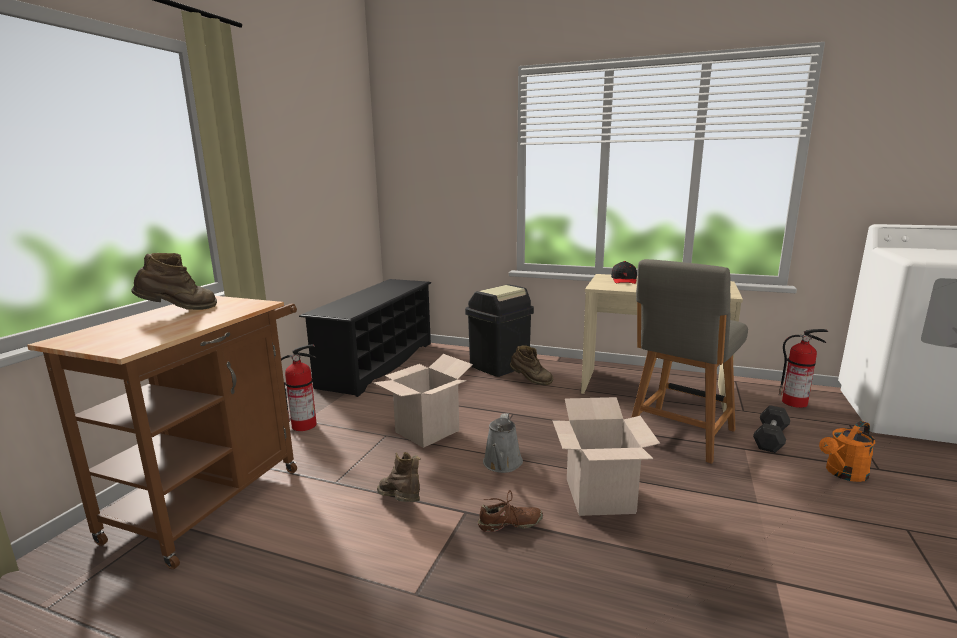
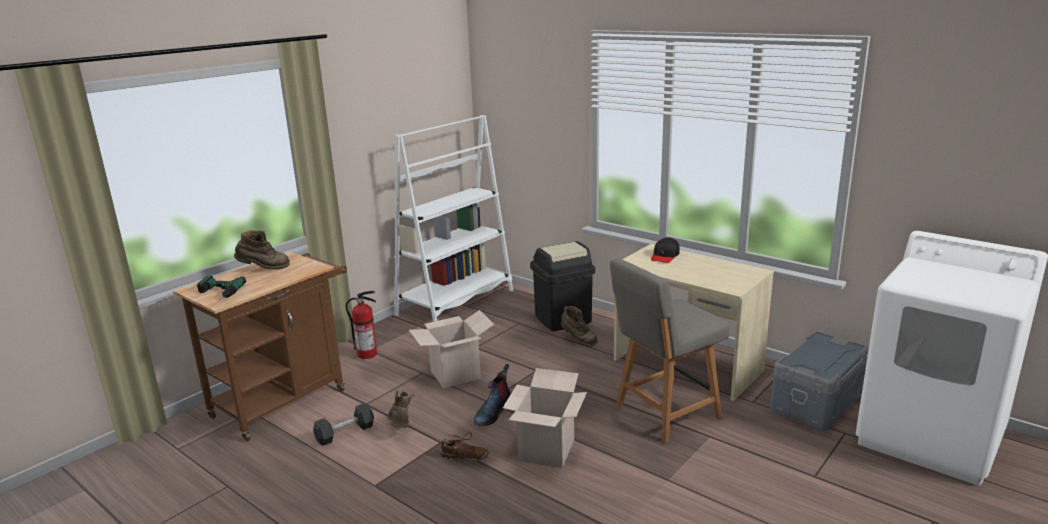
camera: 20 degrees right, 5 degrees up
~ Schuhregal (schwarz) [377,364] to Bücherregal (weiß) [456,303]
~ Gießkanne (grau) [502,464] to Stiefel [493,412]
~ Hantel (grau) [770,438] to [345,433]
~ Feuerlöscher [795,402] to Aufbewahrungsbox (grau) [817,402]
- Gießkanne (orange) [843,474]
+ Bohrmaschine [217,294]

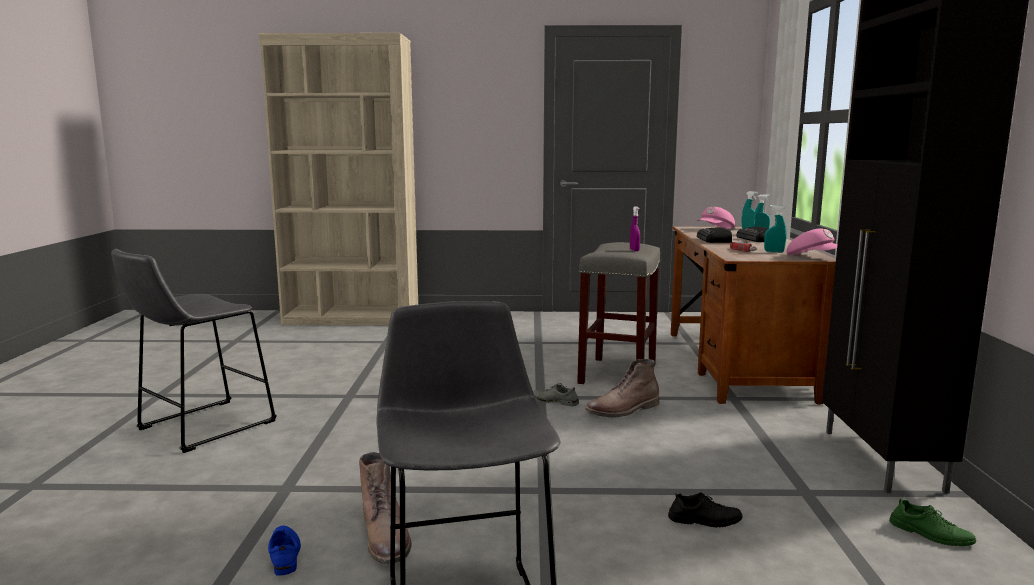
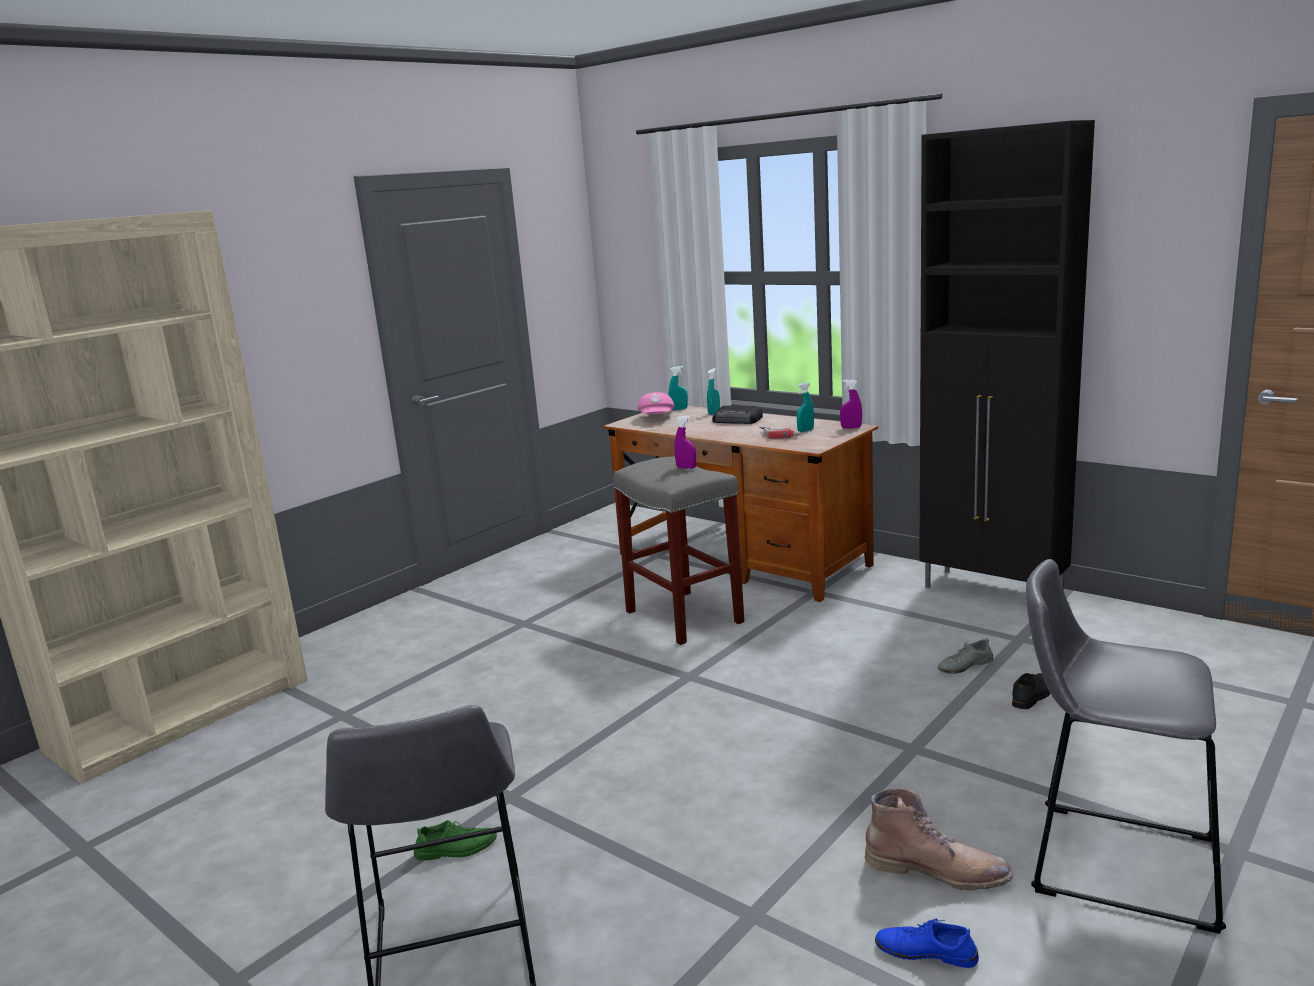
camera: 50 degrees left, 5 degrees up
~ Schuh (grau) [555,401] to [964,665]
- Stiefel (braun) [623,410]
- Radio [714,240]
~ Kappe (rosa) [813,257] to Sprühflasche (lila) [851,428]
~ Schuh (grün) [930,534] to [456,849]

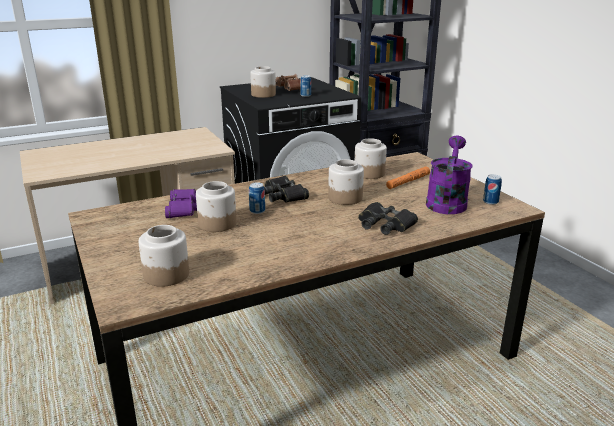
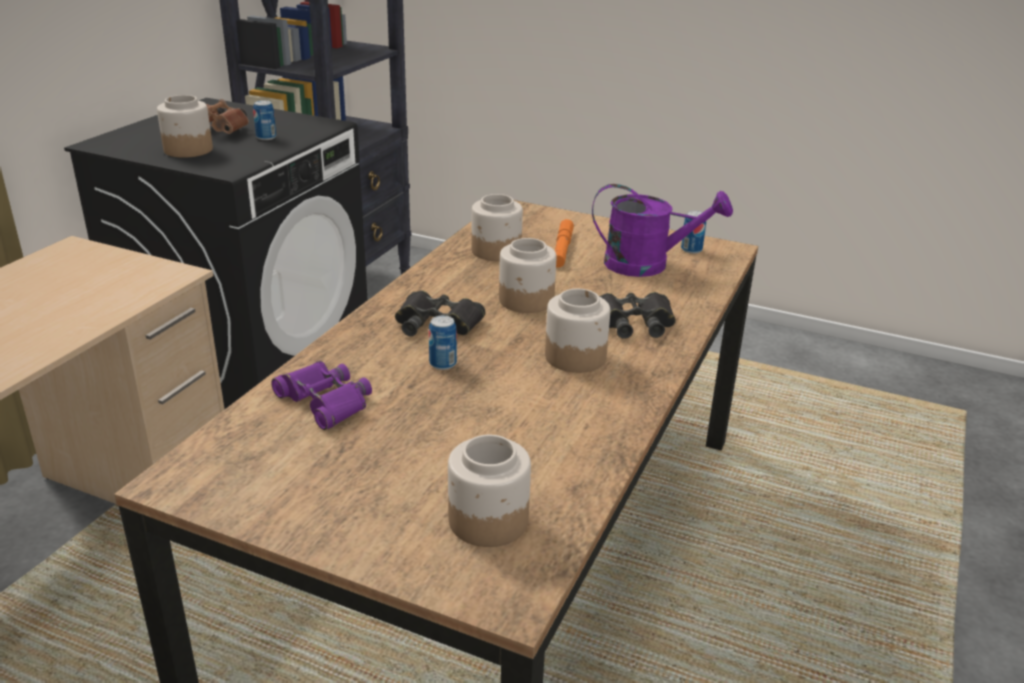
camera: 40 degrees left, 5 degrees up
~ Vorratsglas [218,223] to [575,356]
~ Gießkanne (lila) [446,201] = [648,265] 120 degrees clockwise

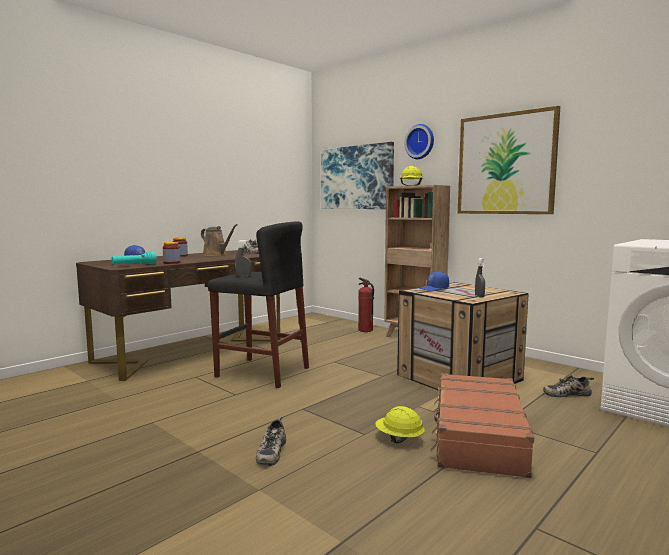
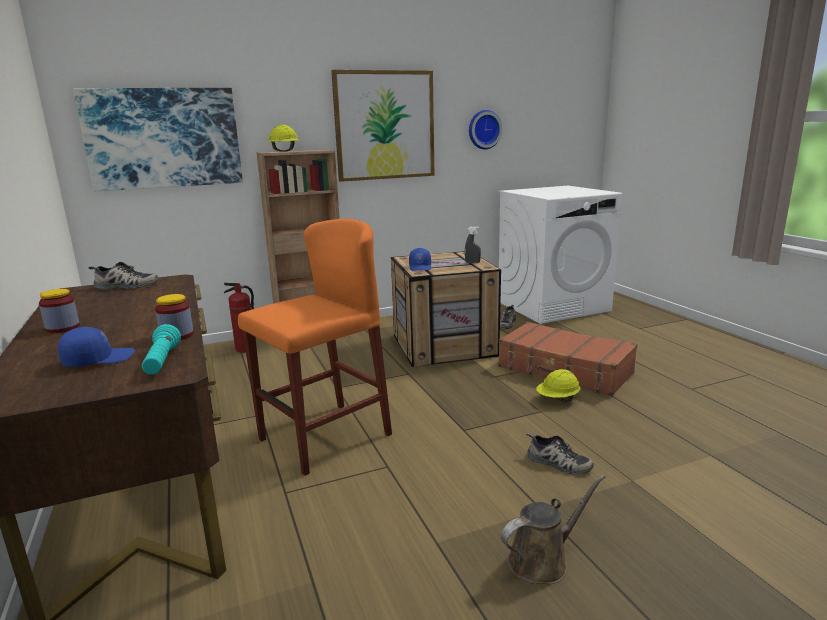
camera: 65 degrees left, 10 degrees up
~ Gießkanne (braun) [216,254] to [542,560]
~ Hocker (schwarz) [262,372] to Hocker (orange) [325,437]
- Sprühflasche (grau) [243,276]
~ Wanduhr [420,142] to [483,129]

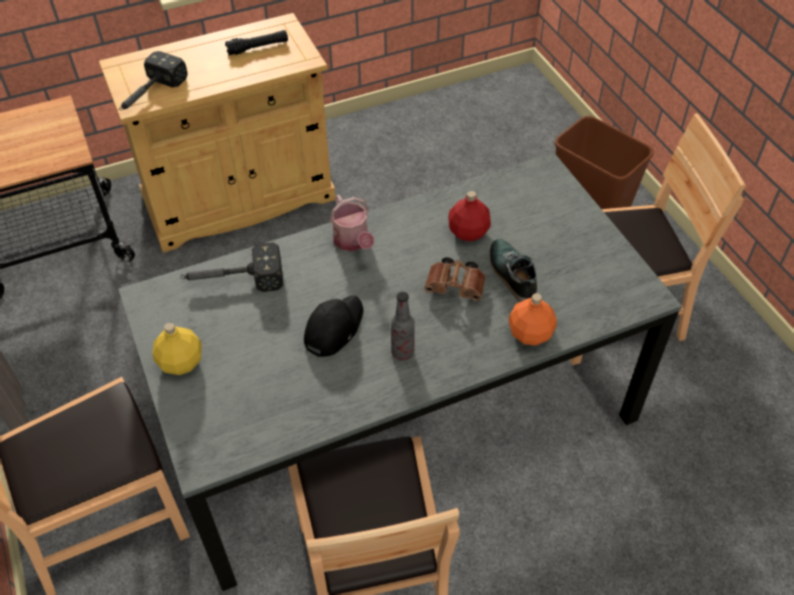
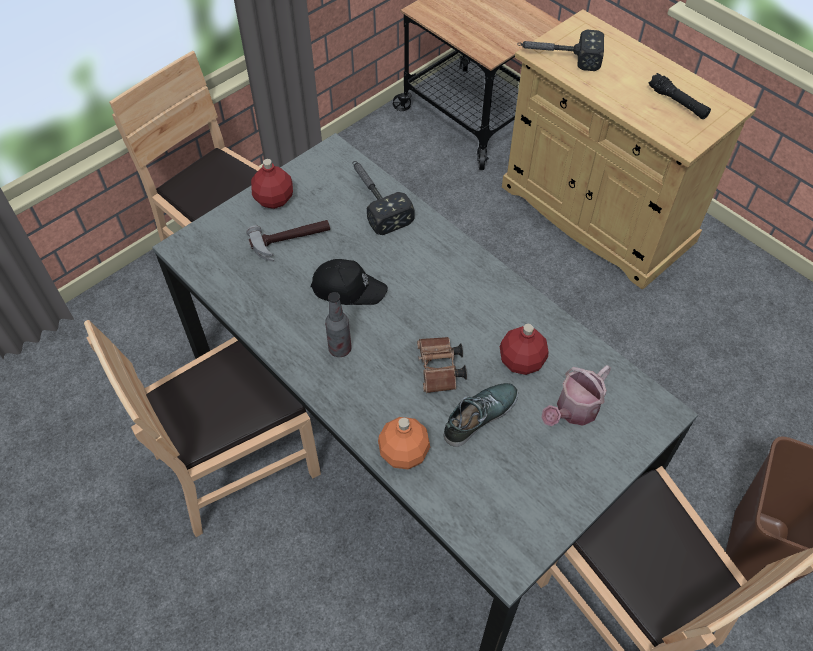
camera: 70 degrees right, 5 degrees up
~ Flasche (gelb) [180,363] to Flasche (rot) [273,199]
~ Gießkanne [353,242] to [573,411]
+ Hammer [291,242]

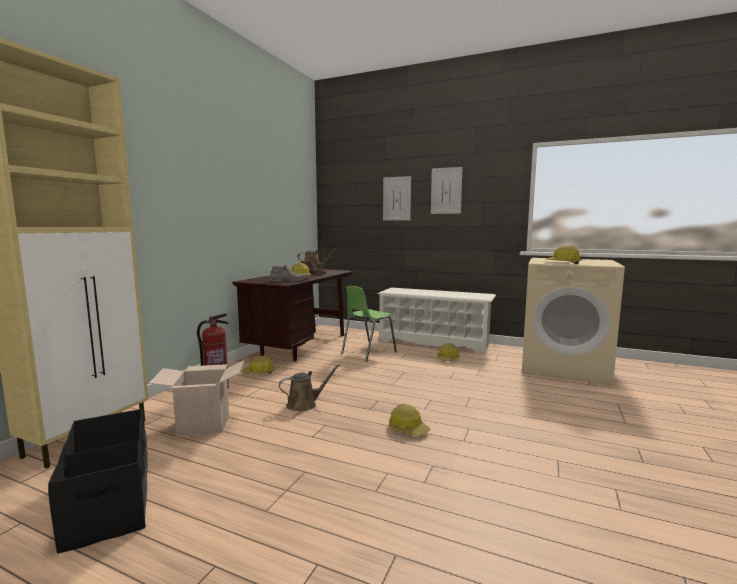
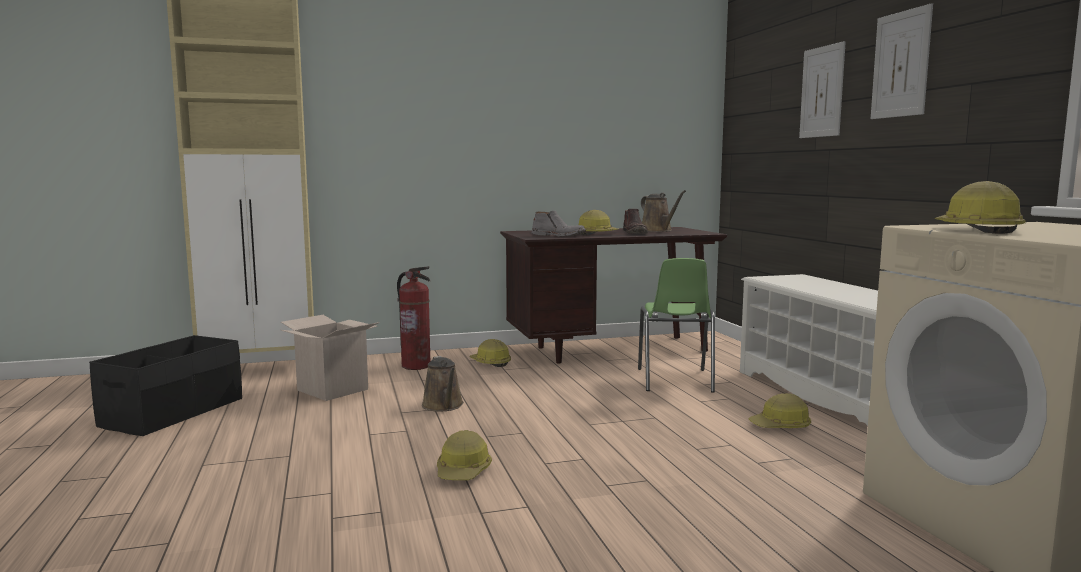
camera: 50 degrees right, 0 degrees up
~ Gießkanne (braun) [304,404] = [443,406] 45 degrees clockwise
~ Stuhl (grün) [368,353] = [674,380] 90 degrees counterclockwise

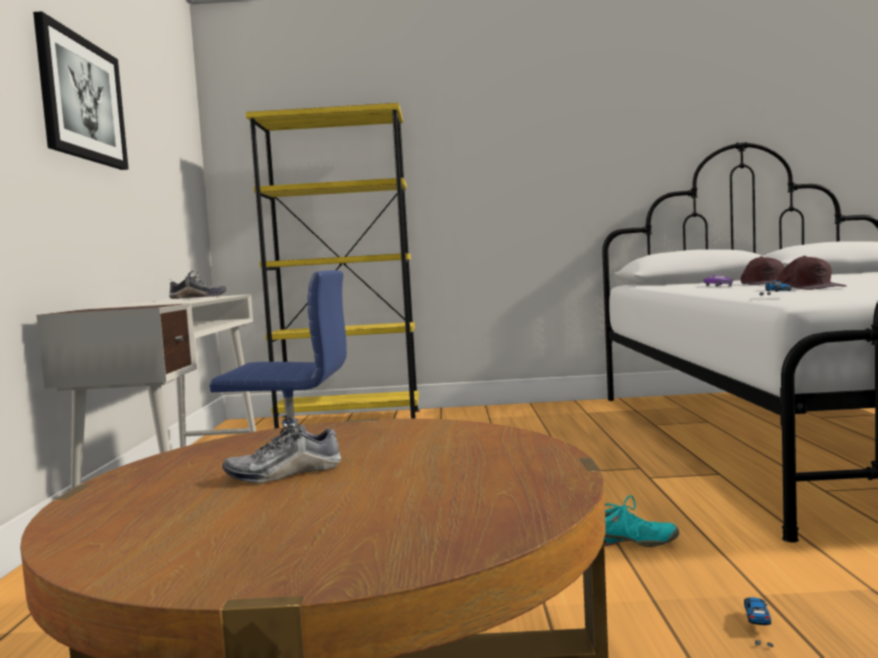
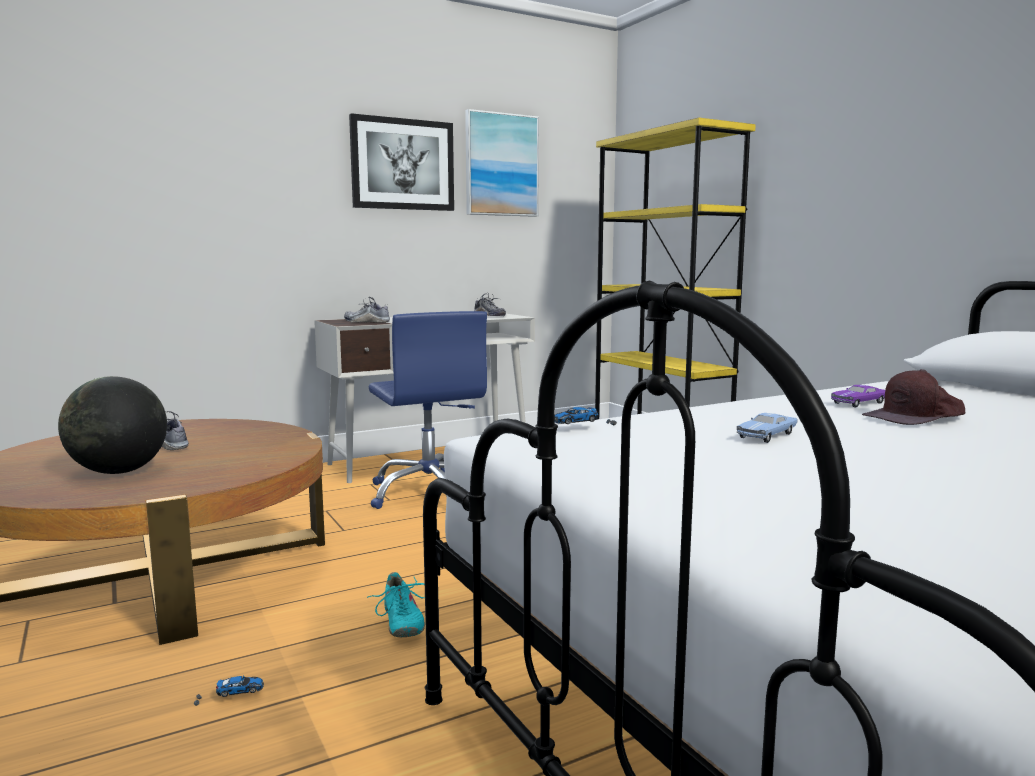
camera: 60 degrees right, 5 degrees up
~ Kappe (braun) [808,288] to Spielzeugauto (blau) [766,436]
+ Globus [119,472]
+ Schuh [366,322]
+ Bild [501,165]

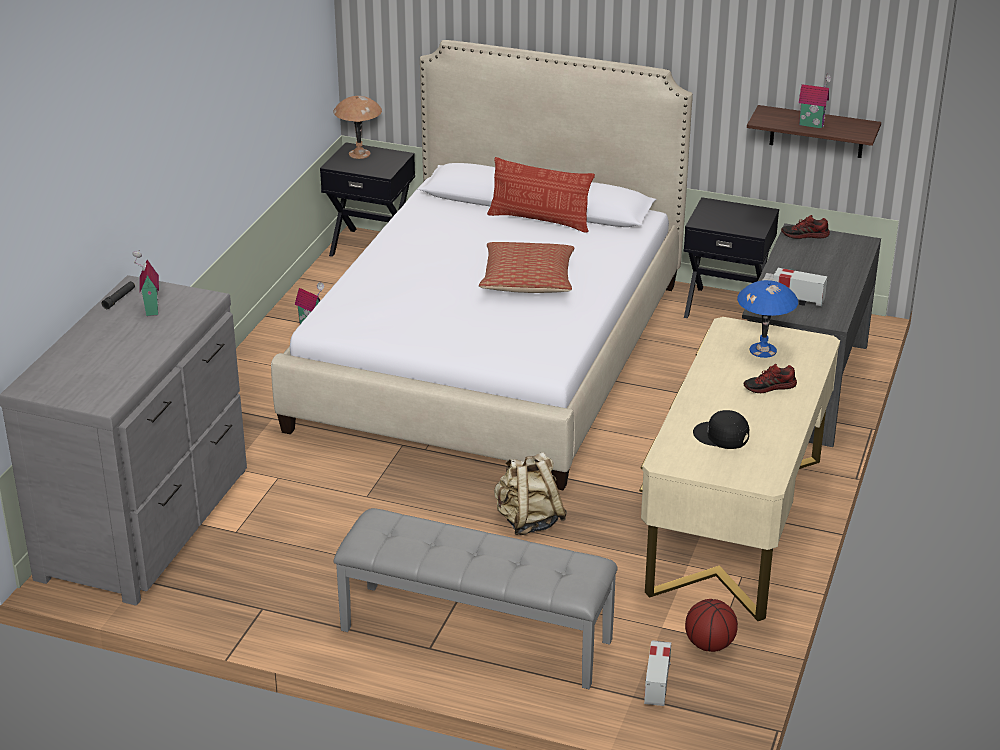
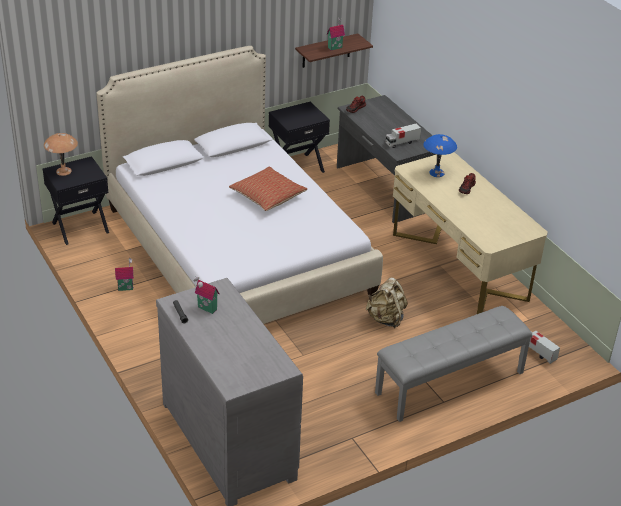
camera: 50 degrees left, 5 degrees up
- Kissen [540,220]
- Basketball [709,645]
- Kappe (schwarz) [721,436]

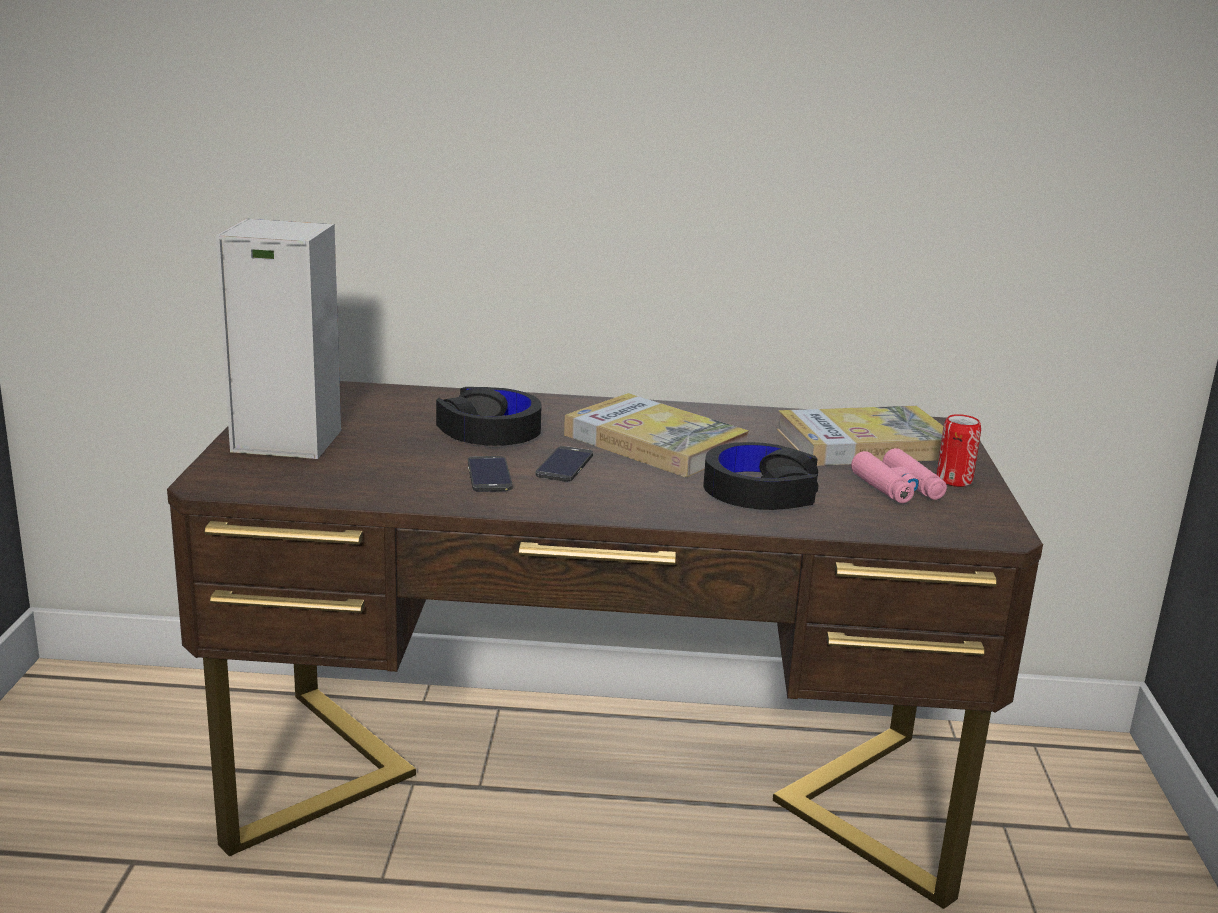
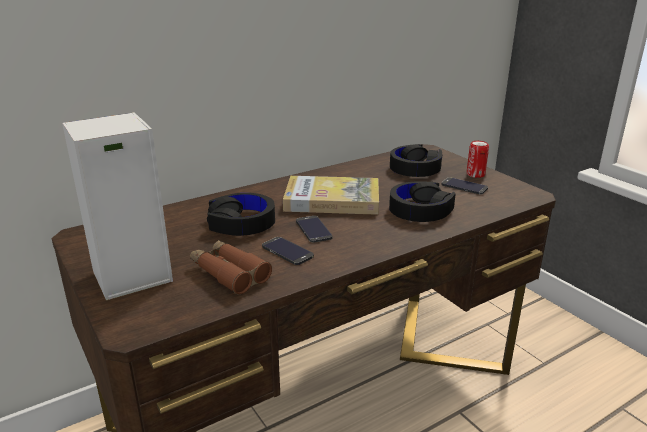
camera: 35 degrees left, 5 degrees up
~ Buch [865,444] to Kopfhörer (schwarz) [415,168]
~ Fernglas (rosa) [897,488] to Handy [464,186]
+ Fernglas (braun) [229,273]

